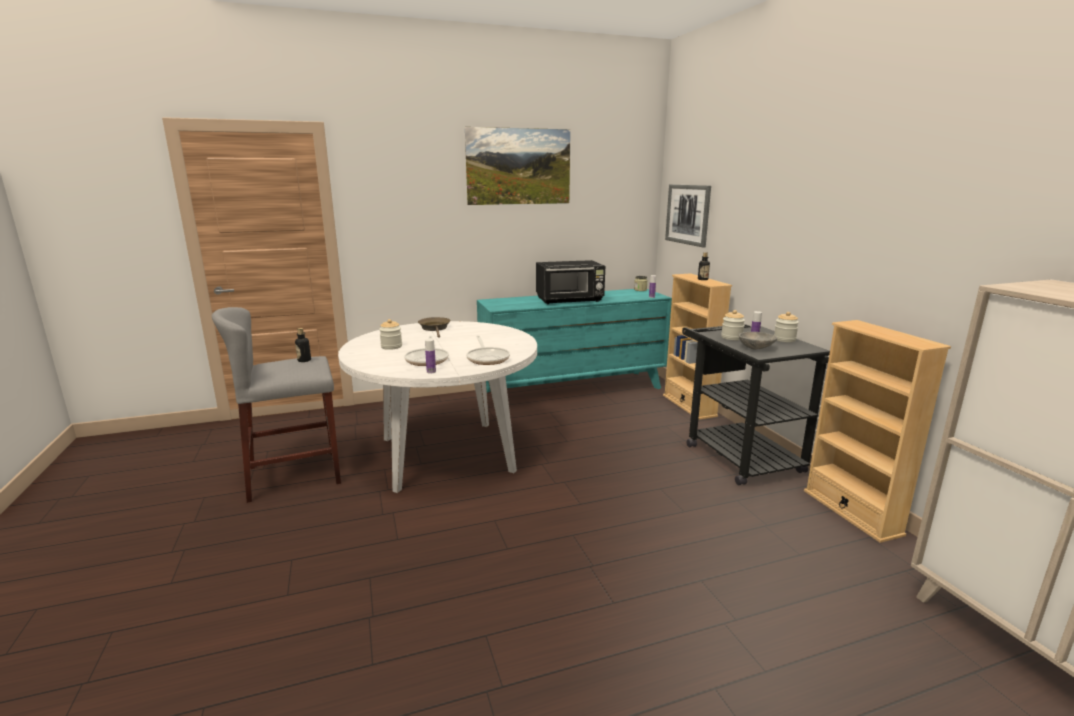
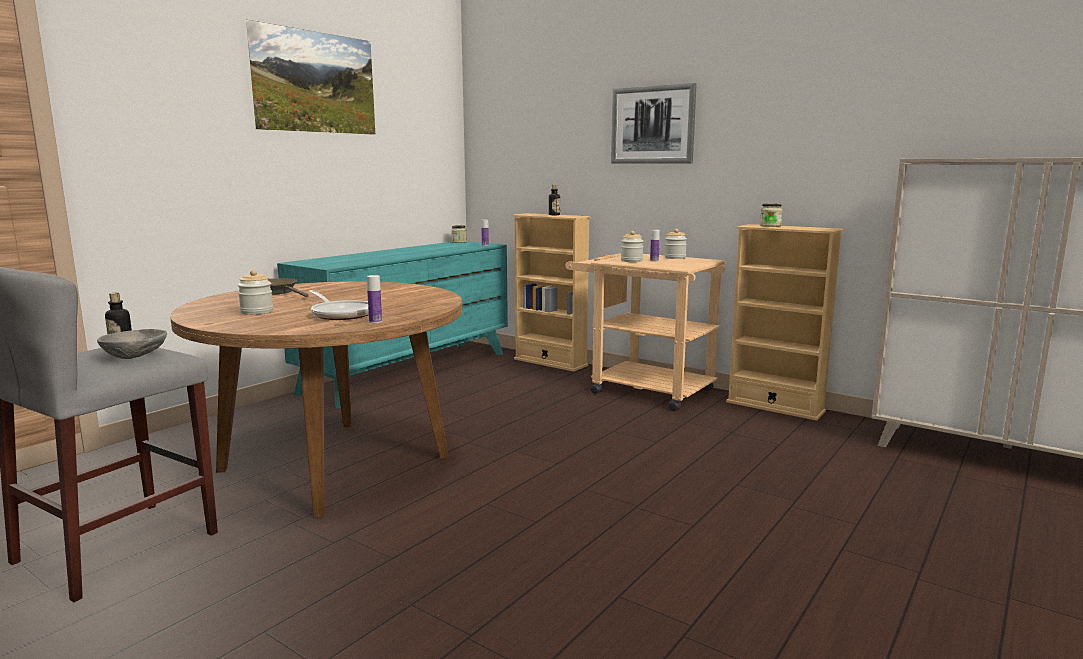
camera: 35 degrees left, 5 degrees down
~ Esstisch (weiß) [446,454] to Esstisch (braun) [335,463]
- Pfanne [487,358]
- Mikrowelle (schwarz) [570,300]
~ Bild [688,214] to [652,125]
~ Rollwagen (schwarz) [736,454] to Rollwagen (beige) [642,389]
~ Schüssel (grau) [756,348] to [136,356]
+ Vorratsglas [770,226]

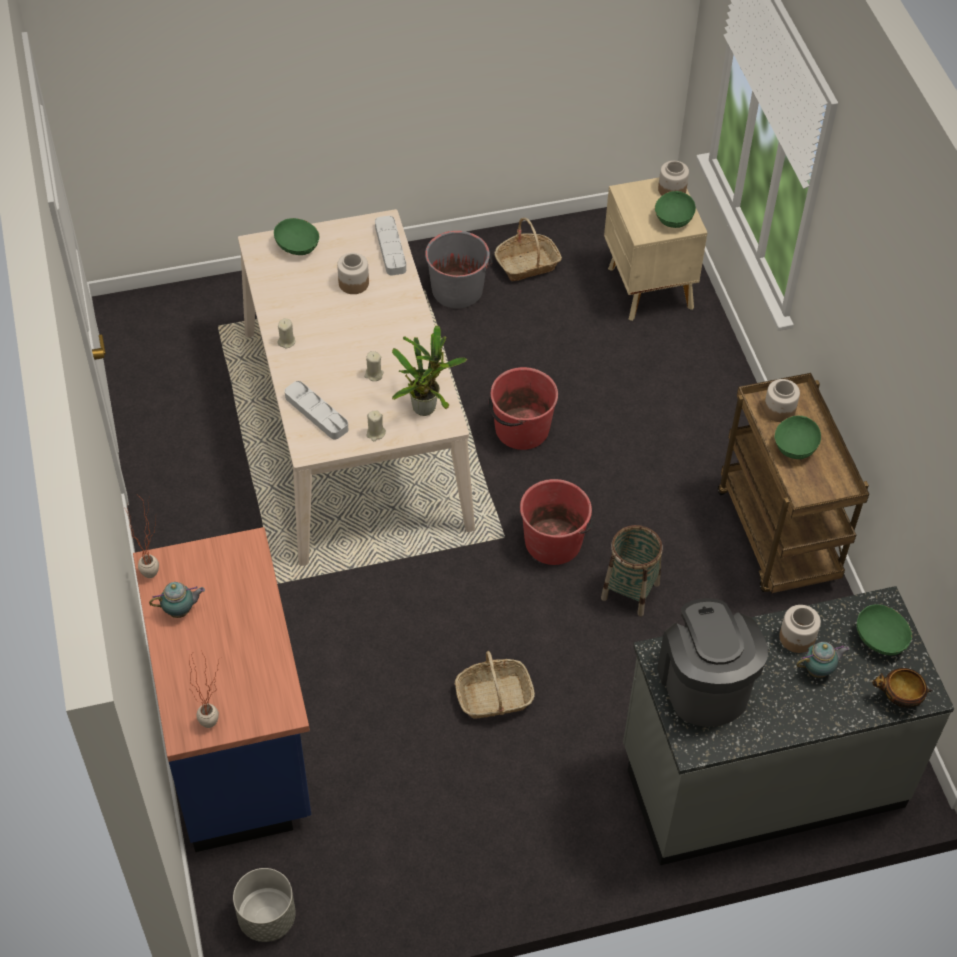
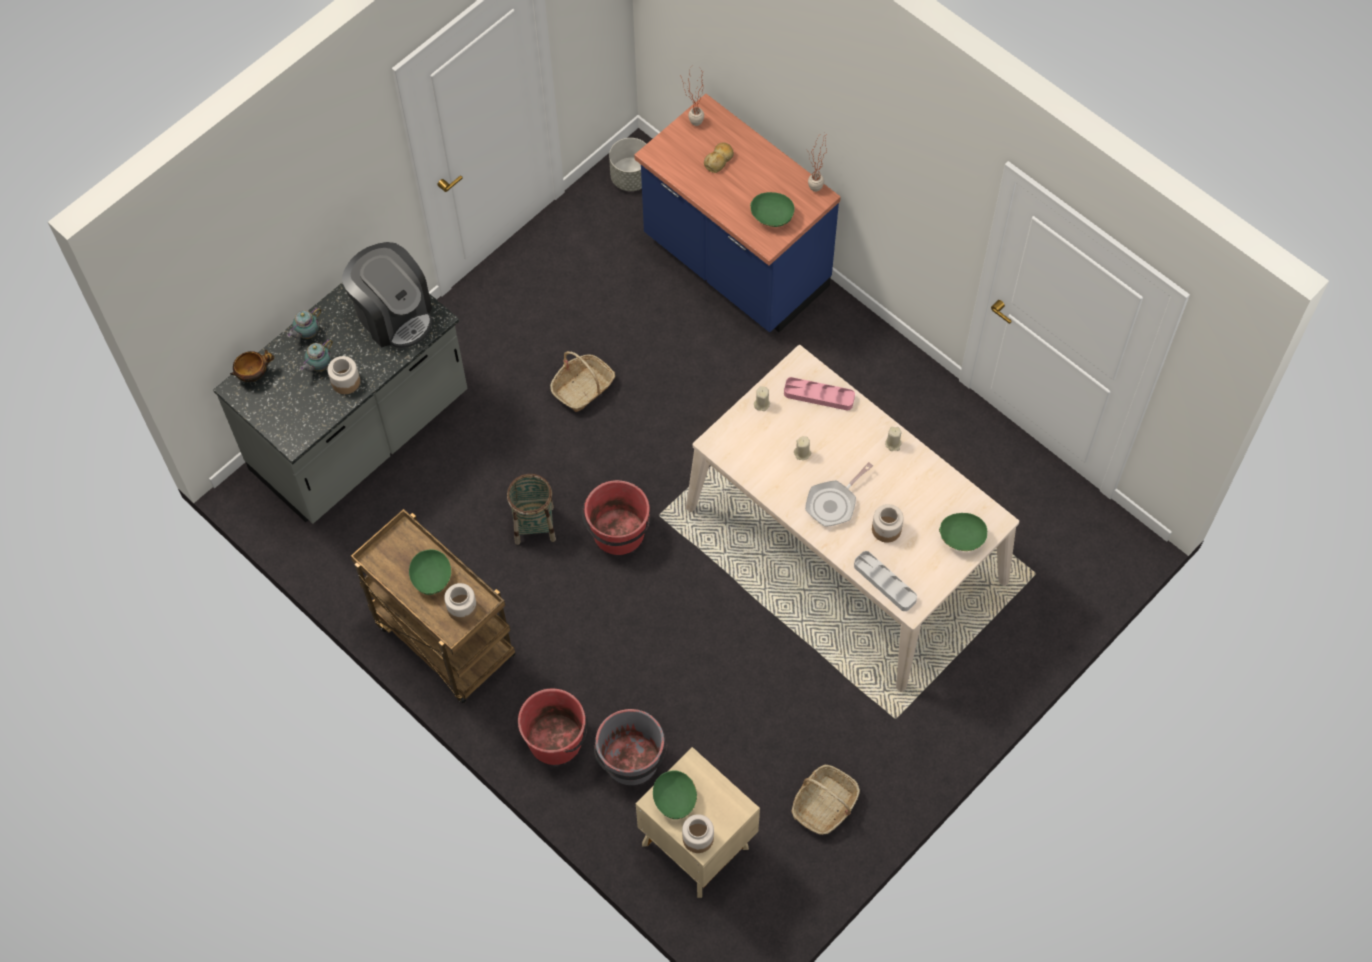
camera: 150 degrees right, 10 degrees up
~ Teekanne [181,611] to [307,334]
~ Tablett (grau) [316,413] to Tablett (rosa) [819,396]
- Topfpflanze [426,406]
~ Eimer (grau) [457,289] to [631,761]
~ Eimer (rot) [521,429] to [556,739]
~ Schüssel (grün) [880,639] to [771,218]
+ Brot [719,160]
+ Pfanne [833,503]

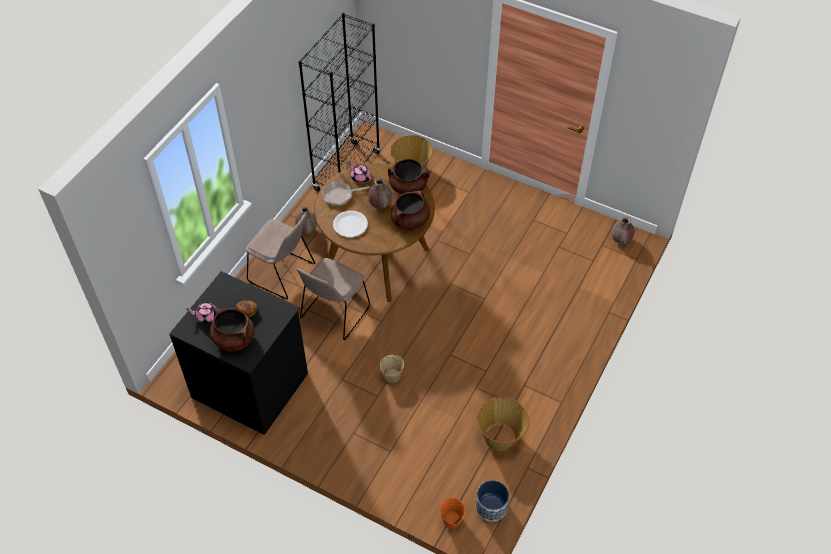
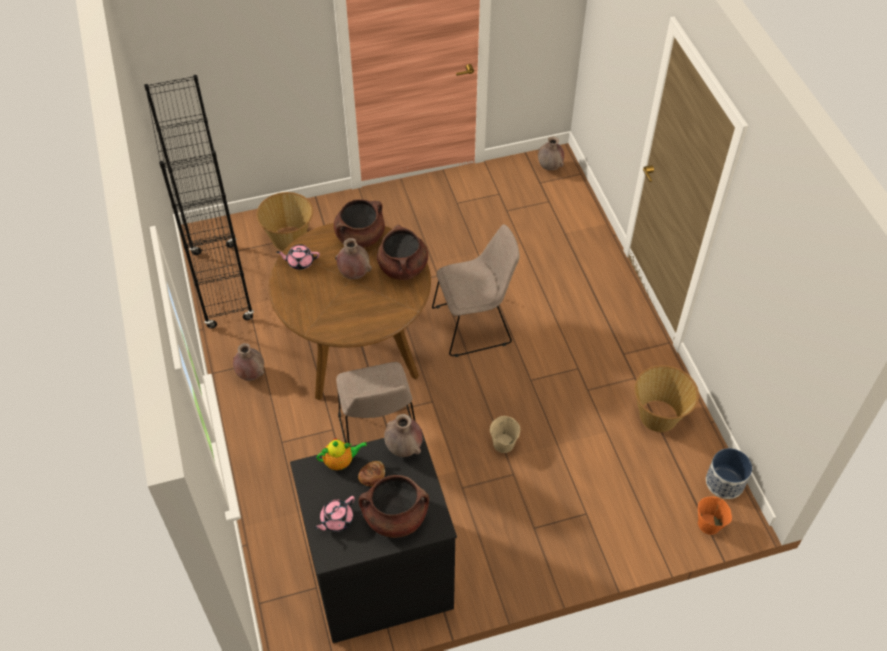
camera: 45 degrees left, 0 degrees up
~ Stuhl (beige) [283,274] to [474,324]
- Pfanne [339,195]
- Teller (weiß) [350,225]
+ Teekanne [341,462]
+ Vase (braun) [404,448]

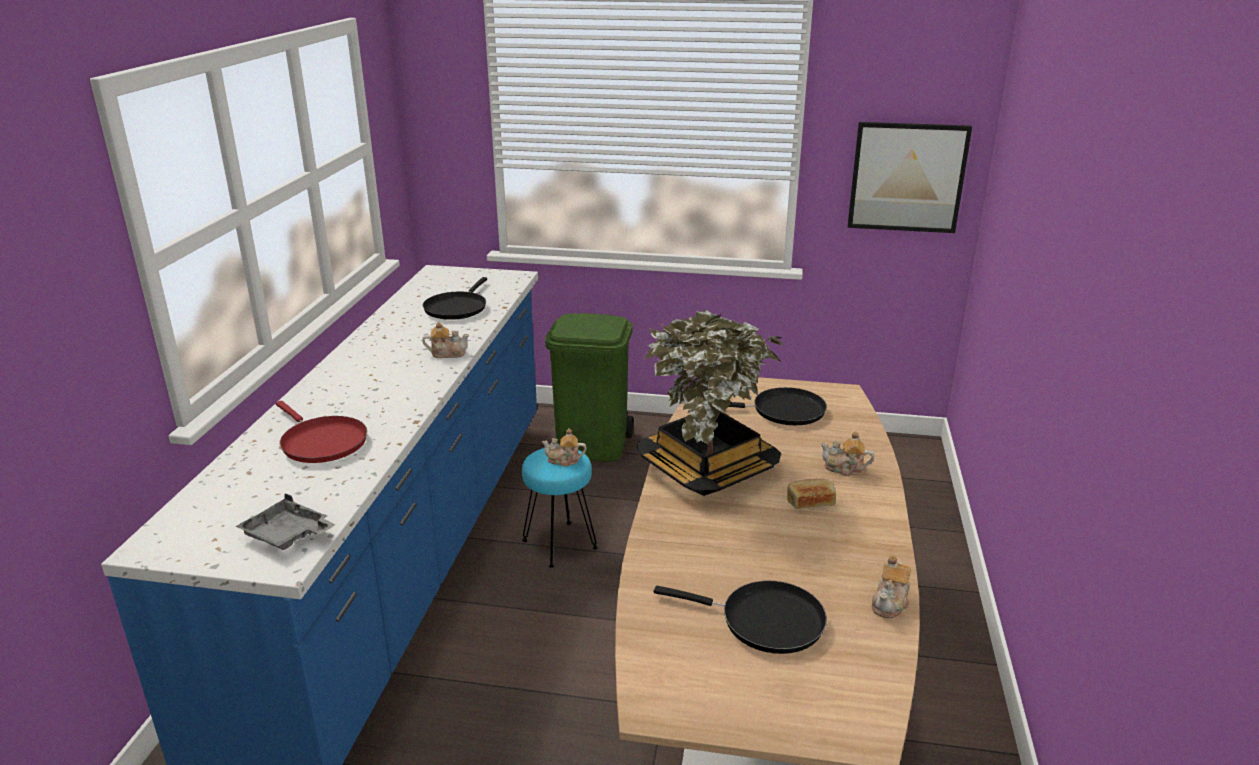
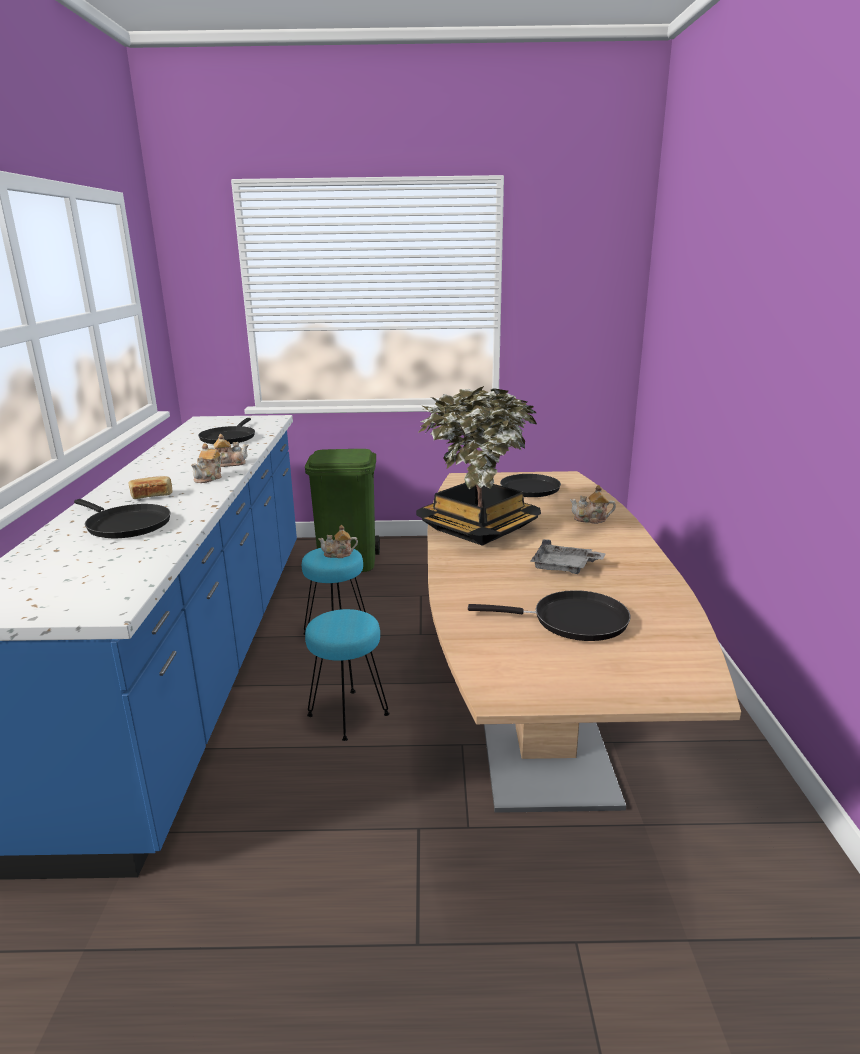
camera: 10 degrees left, 5 degrees down
~ Tablett (grau) [288,535] to [564,567]
~ Pfanne (rot) [321,442] to Pfanne (schwarz) [125,525]
~ Brot [810,502] to [152,496]
- Bild [907,177]
~ Teekanne [890,603] to [209,478]
+ Hocker (türkis) [348,714]

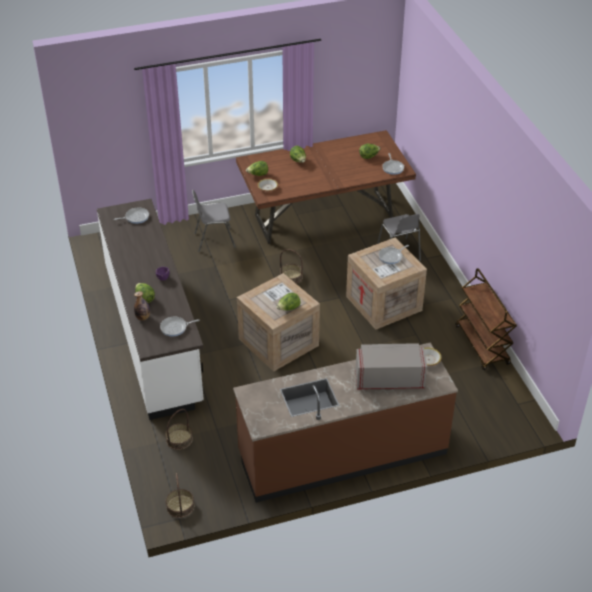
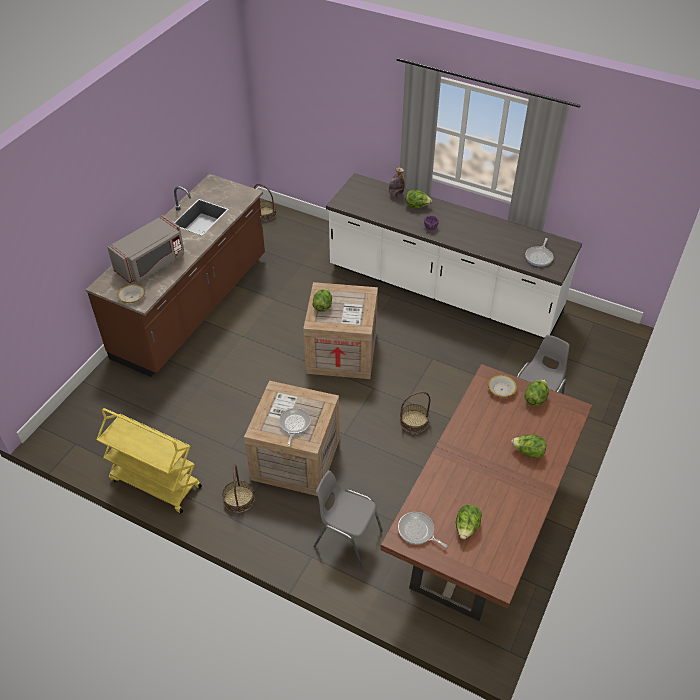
camera: 135 degrees right, 5 degrees up
- Pfanne [175,328]
~ Korb [179,439] to [239,499]
~ Rollwagen (braun) [482,345] to Rollwagen (gelb) [155,483]

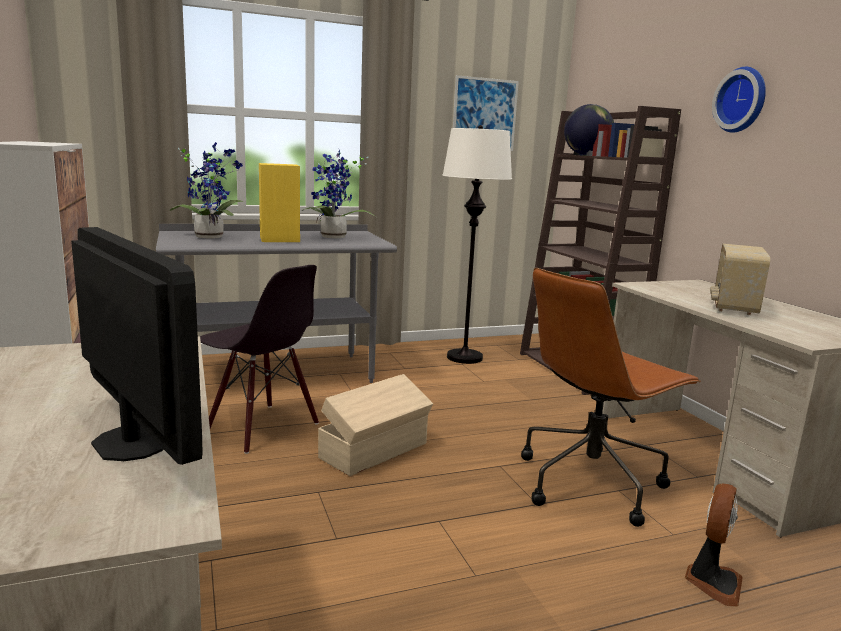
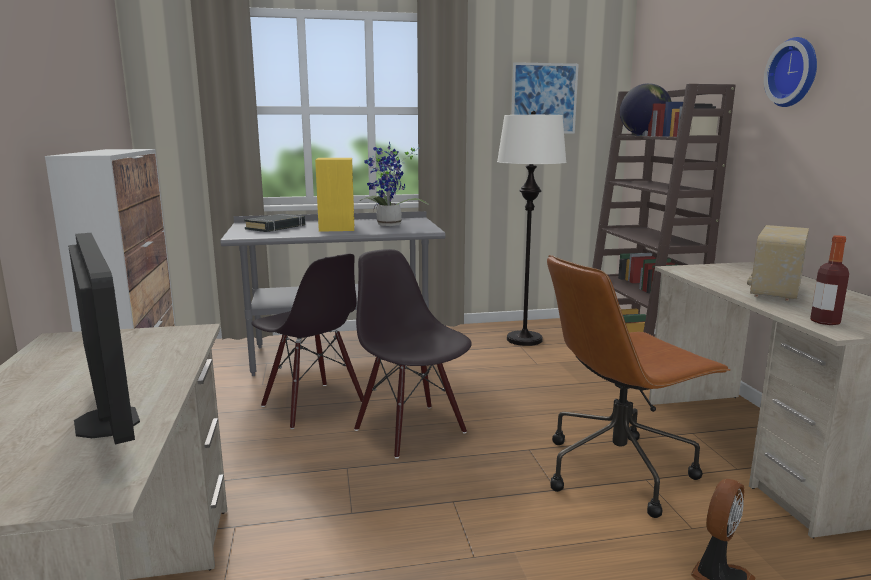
camera: 10 degrees right, 0 degrees up
~ Topfpflanze [211,237] to Buch (schwarz) [276,227]
~ Aufbewahrungsbox (beige) [376,451] to Stuhl (schwarz) [411,430]
+ Flasche [825,321]

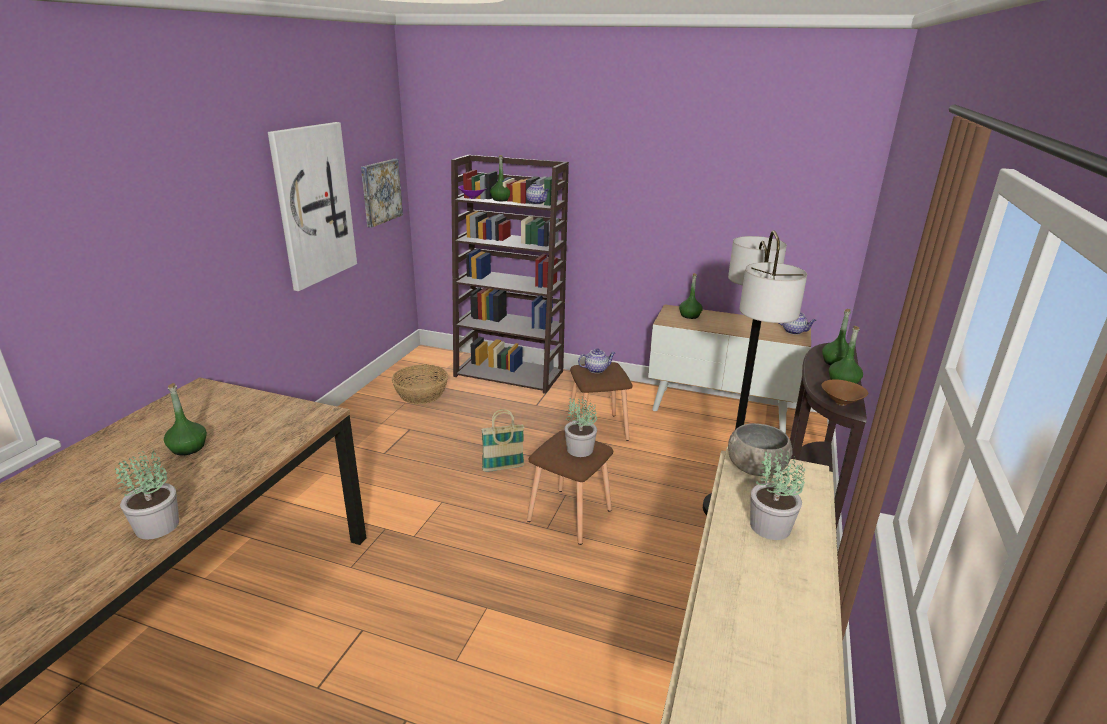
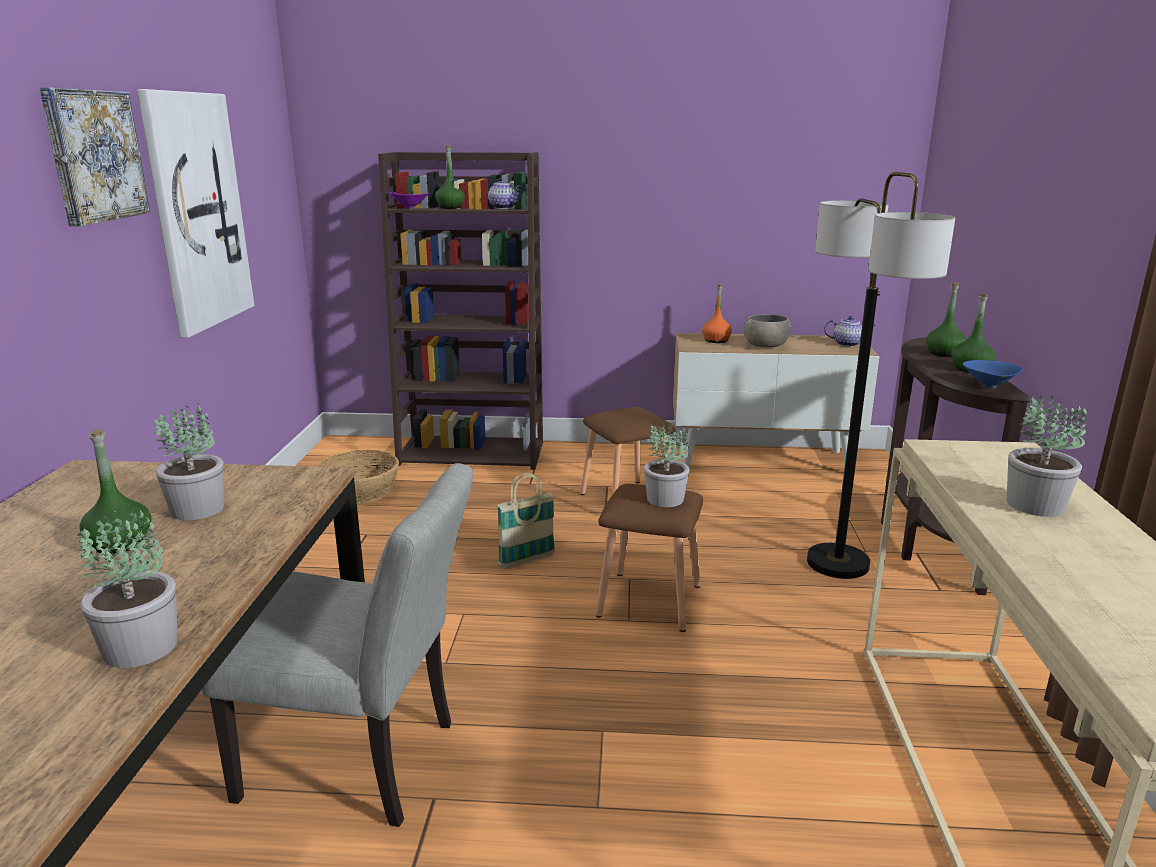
camera: 15 degrees left, 5 degrees down
~ Bild [380,192] to [94,156]
- Teekanne [596,369]
~ Flasche (grün) [690,315] to Flasche (orange) [716,340]
~ Schüssel (grau) [756,468] to [766,346]
~ Schüssel (braun) [841,404] to Schüssel (blau) [989,387]
+ Topfpflanze [198,509]
+ Stuhl (grau) [364,763]

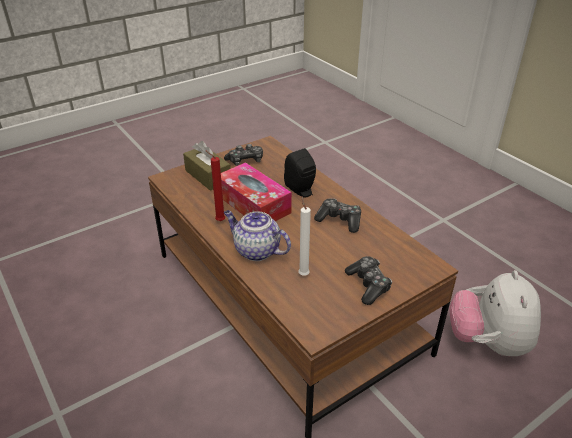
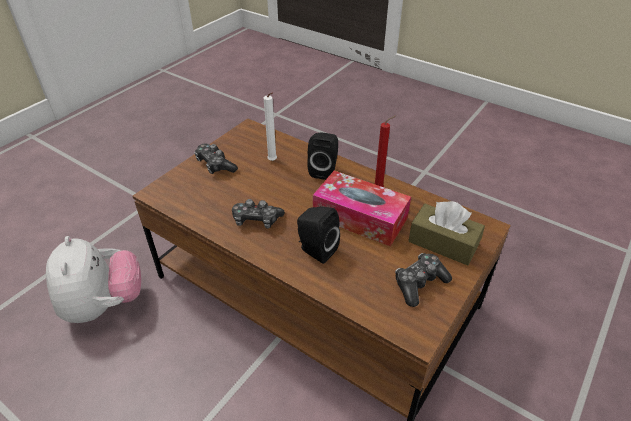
camera: 160 degrees right, 5 degrees up
~ Teekanne [256,250] to Lautsprecher (schwarz) [324,170]

